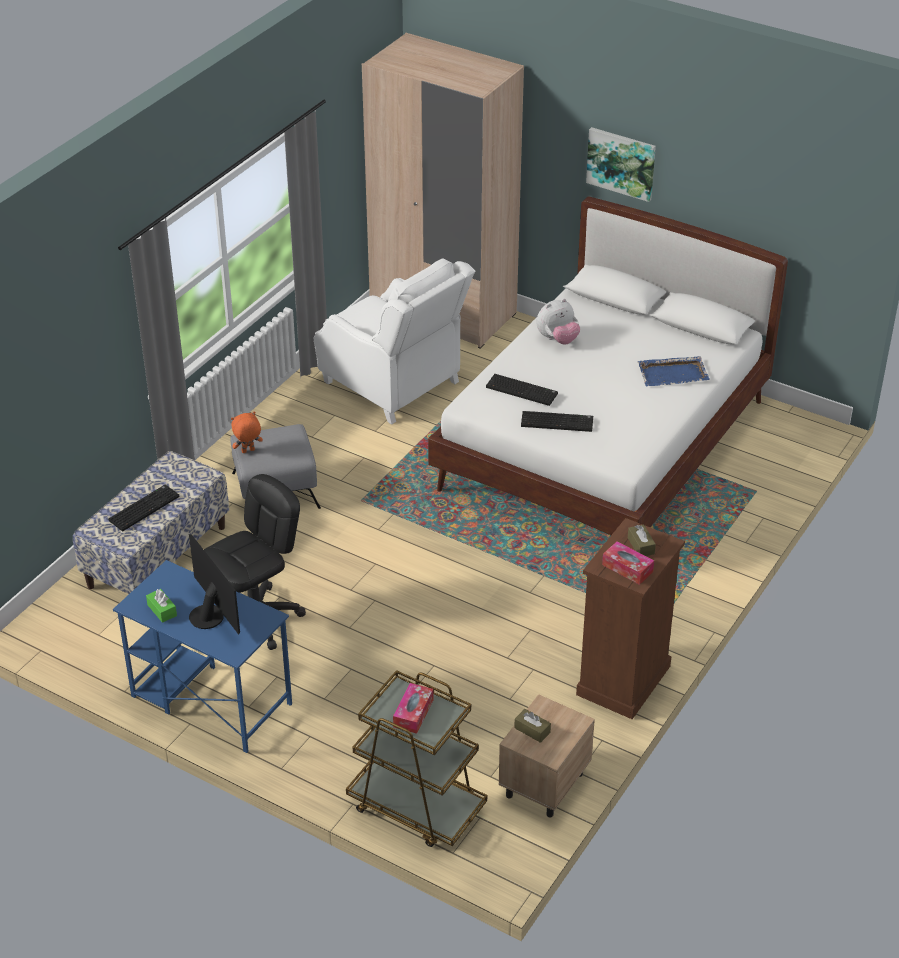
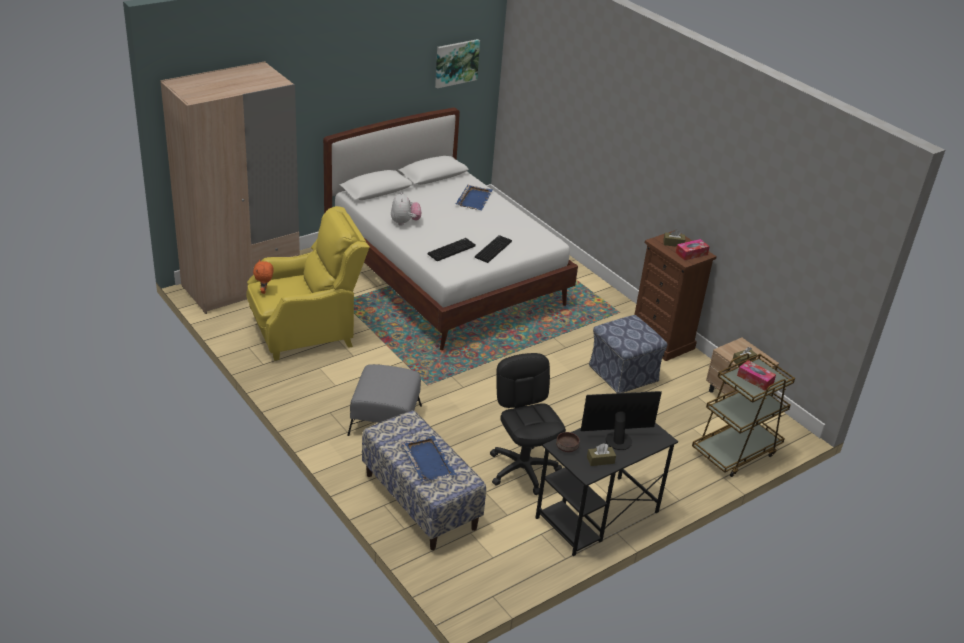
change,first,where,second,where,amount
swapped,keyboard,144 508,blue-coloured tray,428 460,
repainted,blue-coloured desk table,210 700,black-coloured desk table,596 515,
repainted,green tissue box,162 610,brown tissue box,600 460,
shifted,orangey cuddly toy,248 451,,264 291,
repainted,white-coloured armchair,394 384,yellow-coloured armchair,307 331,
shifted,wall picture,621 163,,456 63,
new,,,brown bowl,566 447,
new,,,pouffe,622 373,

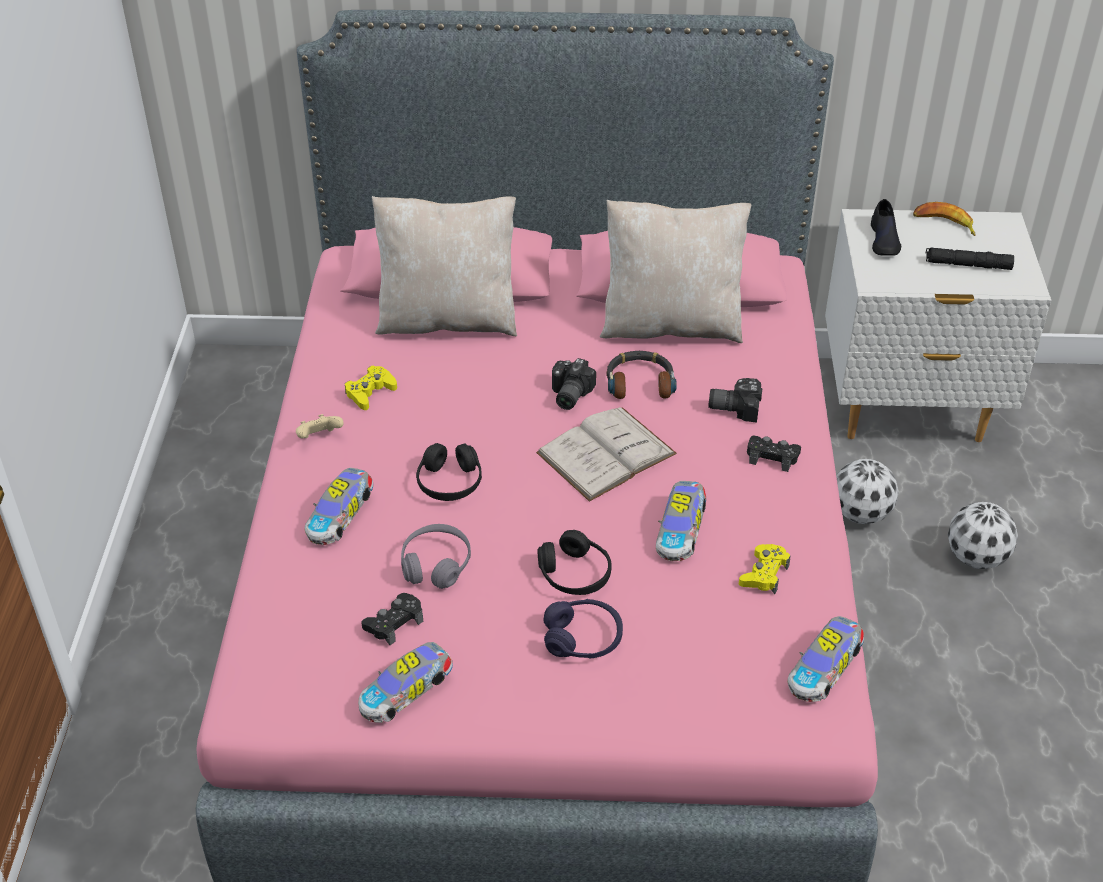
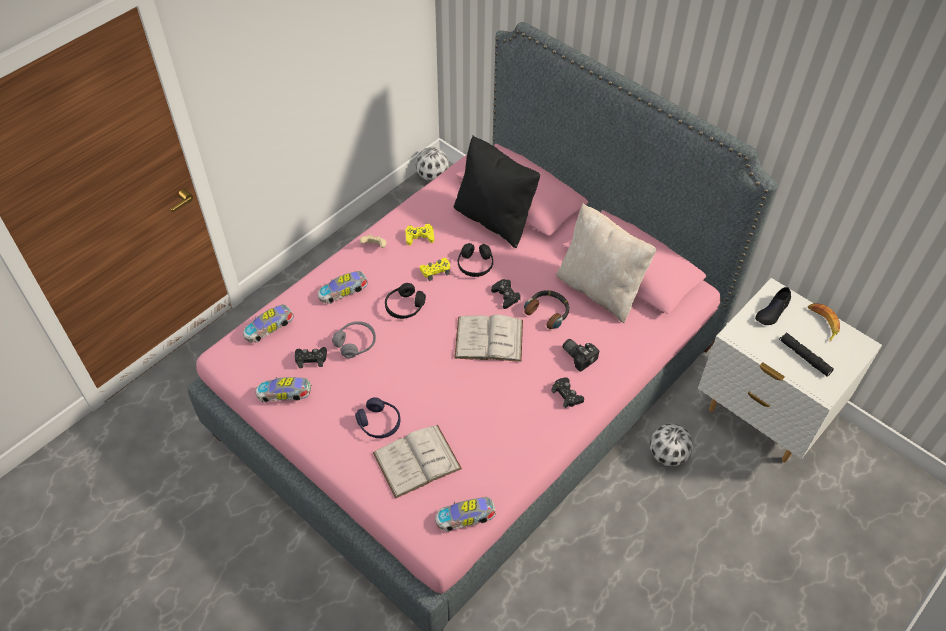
change,first,where,second,where,amount
repainted,beige cushion,448 319,black-coloured cushion,494 219,
shifted,black-coloured headphones,574 574,,475 265,
swapped,still camera,568 395,black-coloured game controller,506 296,
shifted,model car,680 530,,270 328,
shifted,yellow-coloured game controller,764 574,,435 271,
shifted,football,975 558,,432 176,
new,,,white-coloured book,417 461,

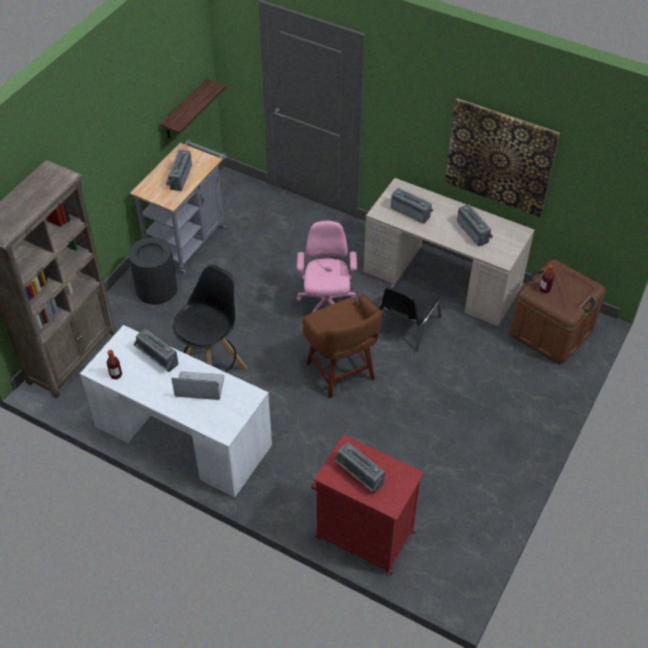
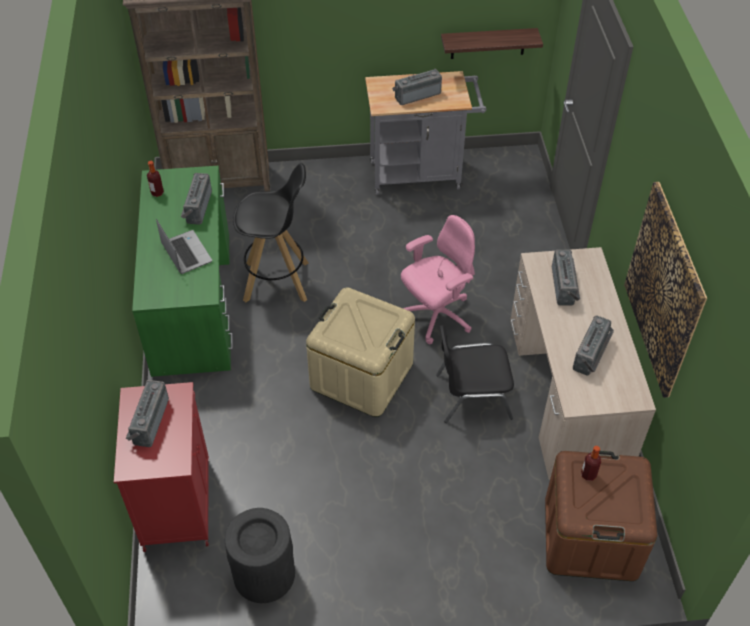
change,first,where,second,where,amount
repainted,white-coloured desk table,183 435,green desk table,193 300,
shifted,black-coloured rubbish bin,156 289,,264 574,
swapped,brown sitting stool,341 373,beige storage bin,361 375,

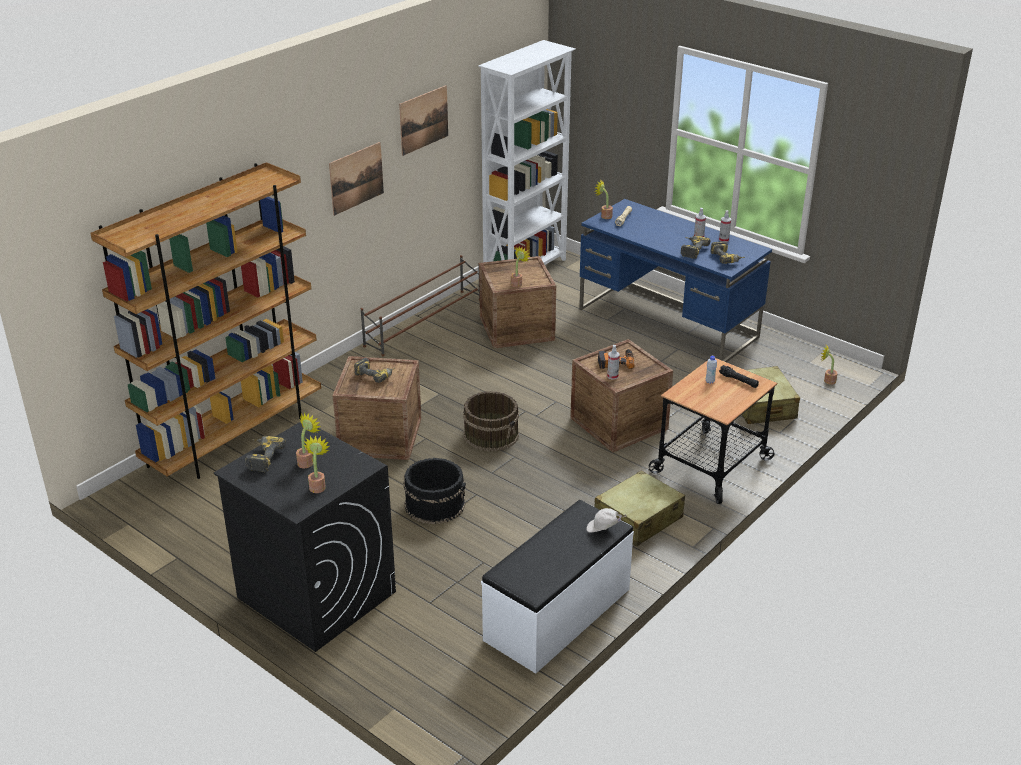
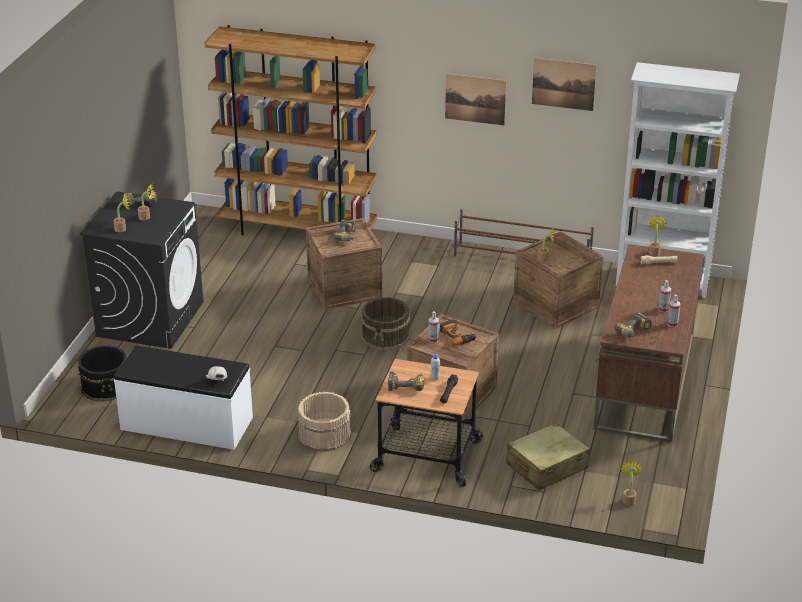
change,first,where,second,where,amount
shifted,black-coloured pail,435 504,,106 385,
repainted,blue-coloured desk table,668 323,brown desk table,644 383,
swapped,beige piece of luggage,637 519,beige pail,323 434,
shifted,power drill,691 250,,407 385,

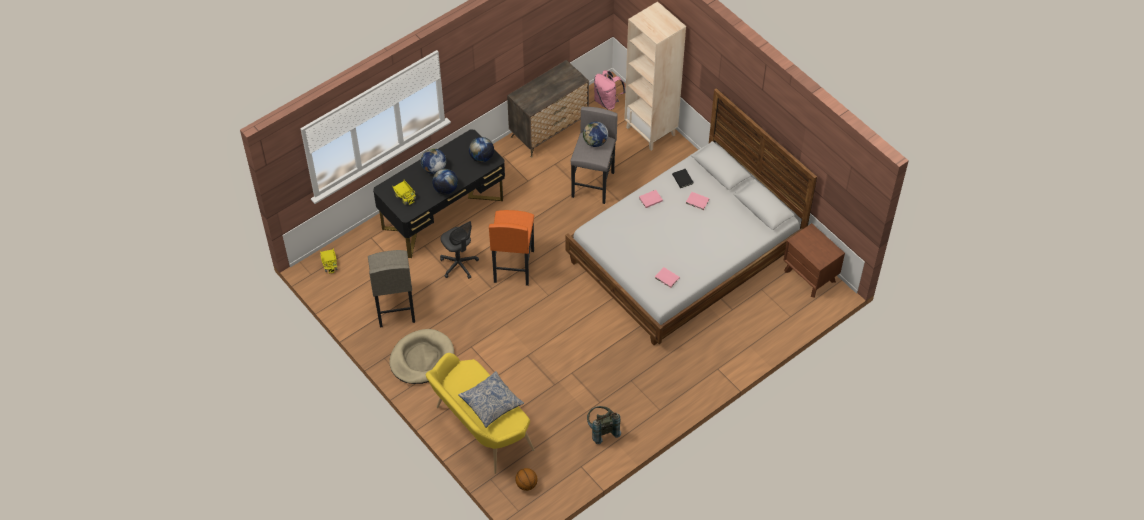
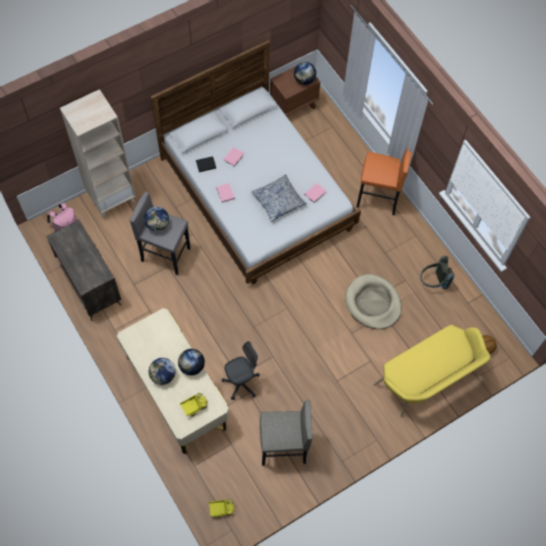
change,first,where,second,where,amount
repainted,black-coloured desk table,443 214,beige desk table,176 393,
shifted,beige pet bed,422 358,,373 303,
shifted,cushion,491 402,,278 201,
shifted,desk globe,482 157,,304 80,
shifted,orangey sitting stool,513 266,,378 198,

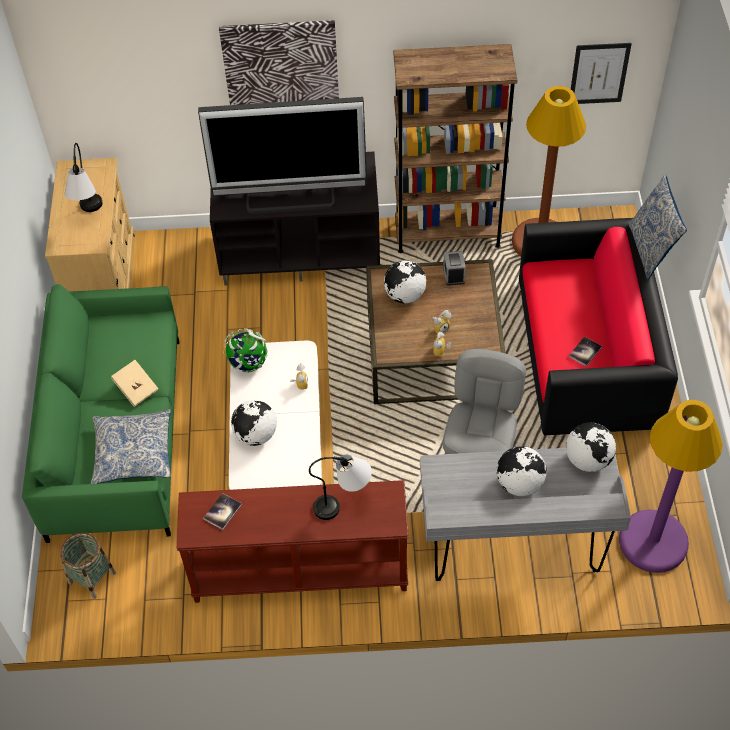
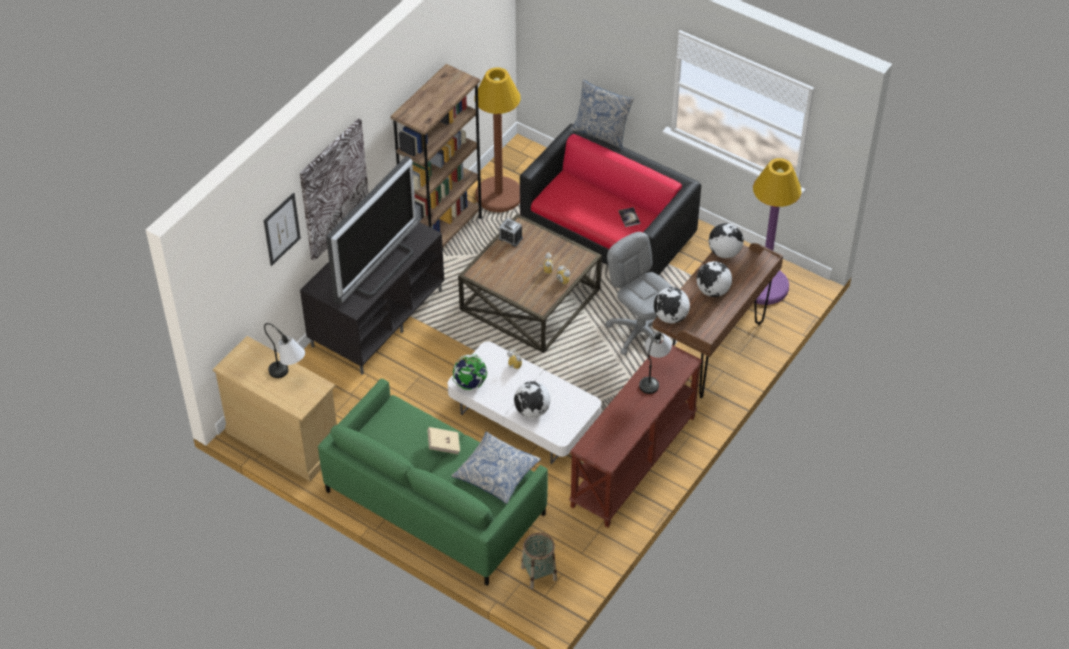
change,first,where,second,where,amount
gone,book,222 512,,,
shifted,desk globe,404 295,,670 317,
repainted,greyish desk table,513 549,brown desk table,712 351,
shifted,wall picture,599 73,,281 229,

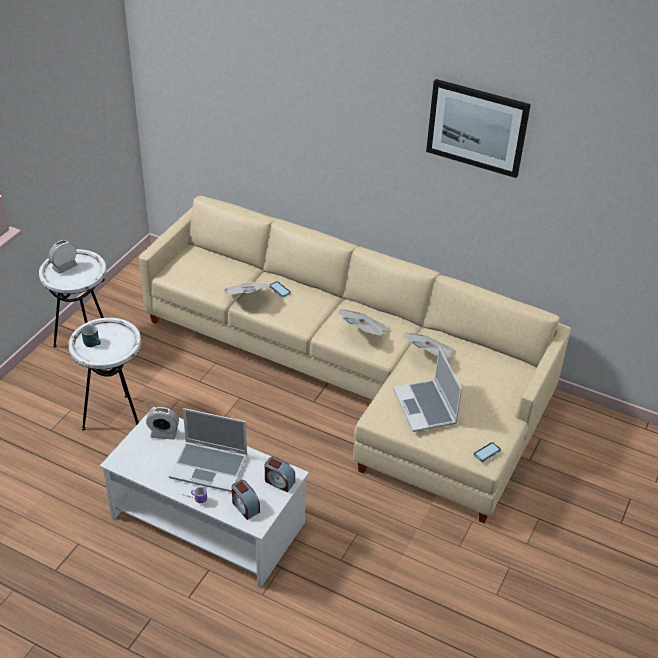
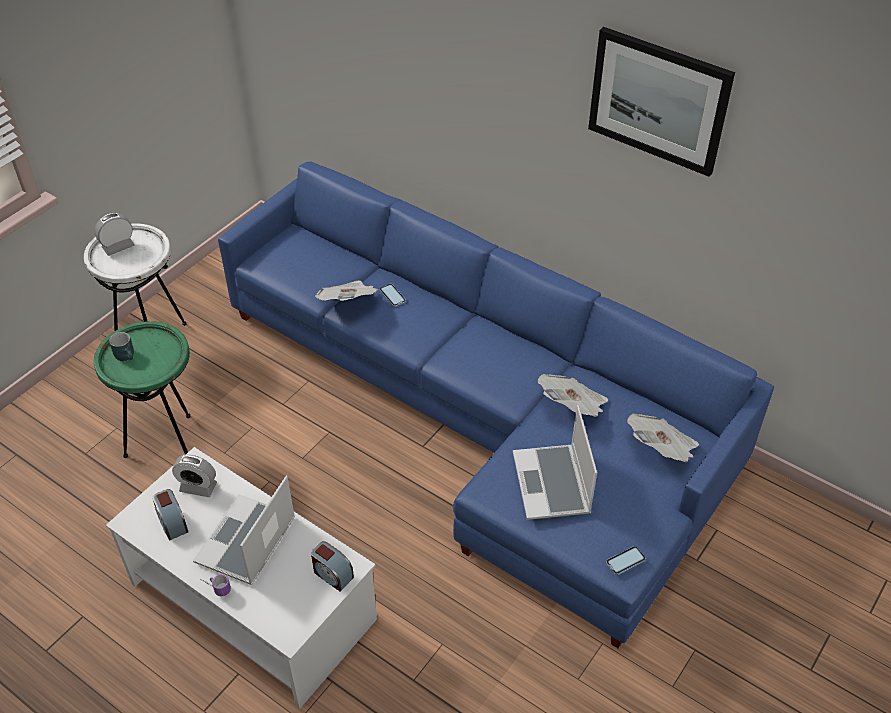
change,first,where,second,where,amount
repainted,white-coloured accent table,117 420,green accent table,169 448,
repainted,beige settee,359 376,blue-coloured settee,488 415,
rotated,laptop,210 467,,246 542,90 degrees clockwise
shifted,table clock,245 507,,172 523,
shifted,printed paper,364 333,,661 449,

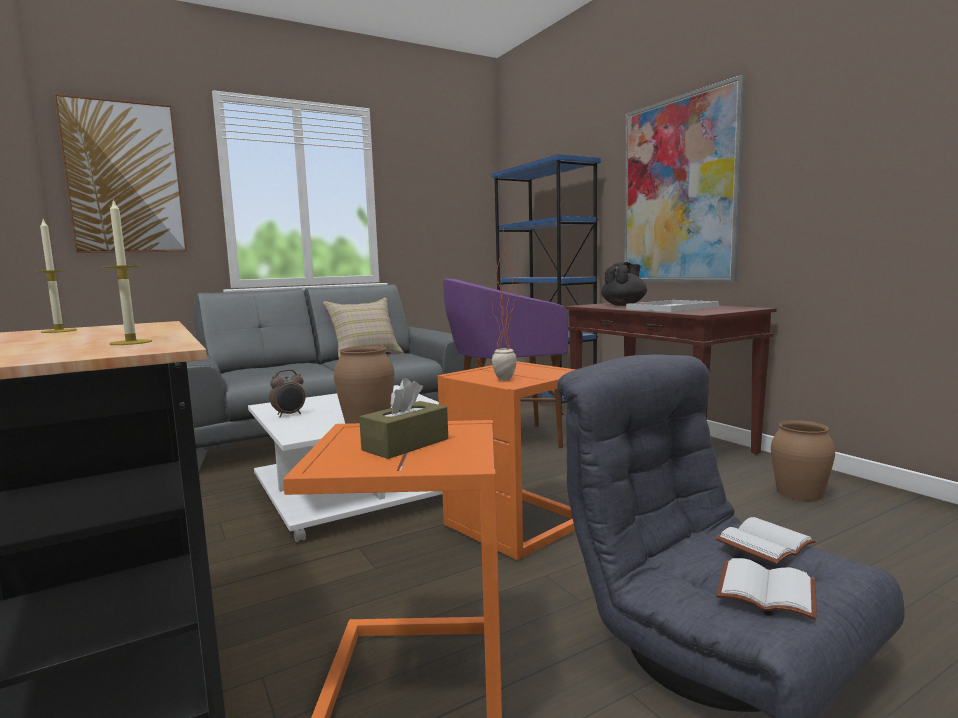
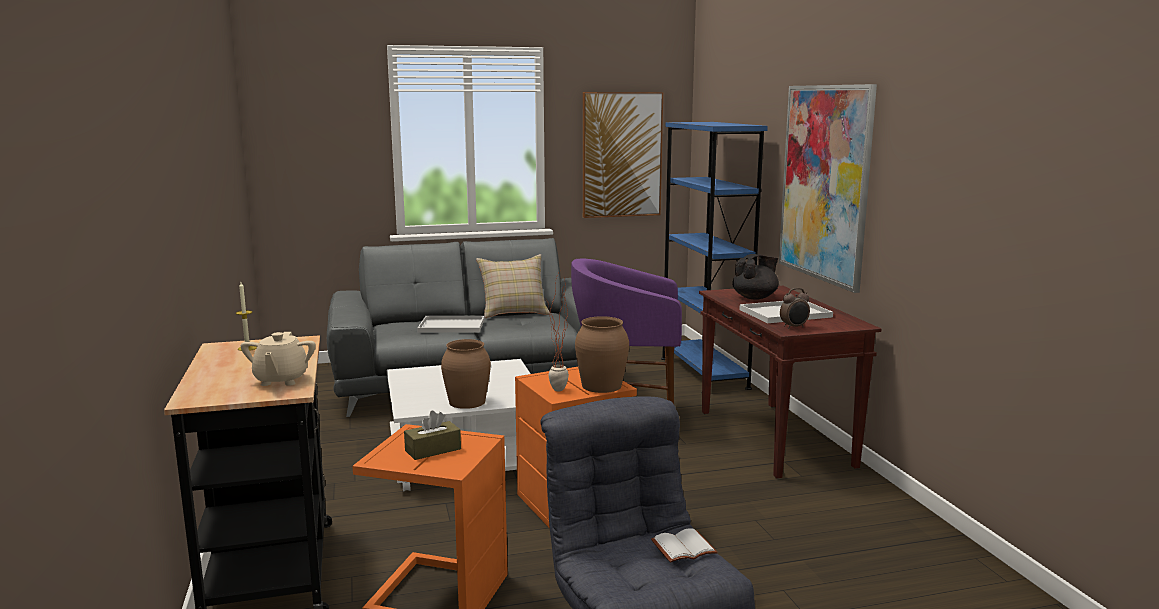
change,first,where,second,where,amount
shifted,wall picture,124 178,,621 155,
swapped,wax light,131 342,beige teapot,281 380,
shifted,table clock,289 415,,794 327,
gone,white-coloured book,764 592,,,
shifted,brown decorative vase,800 492,,602 386,
new,,,white-coloured tray,453 326,

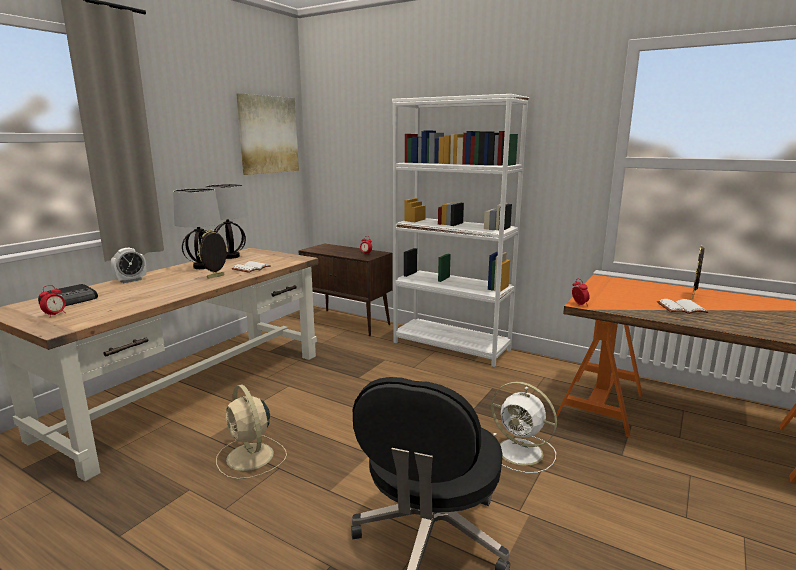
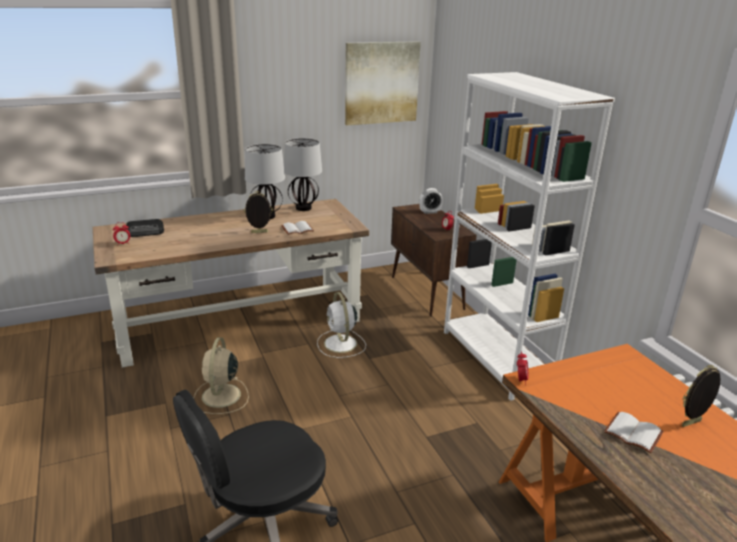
change,first,where,second,where,amount
shifted,table clock,131 280,,430 212,
shifted,white-coloured cooling fan,522 452,,341 344,

